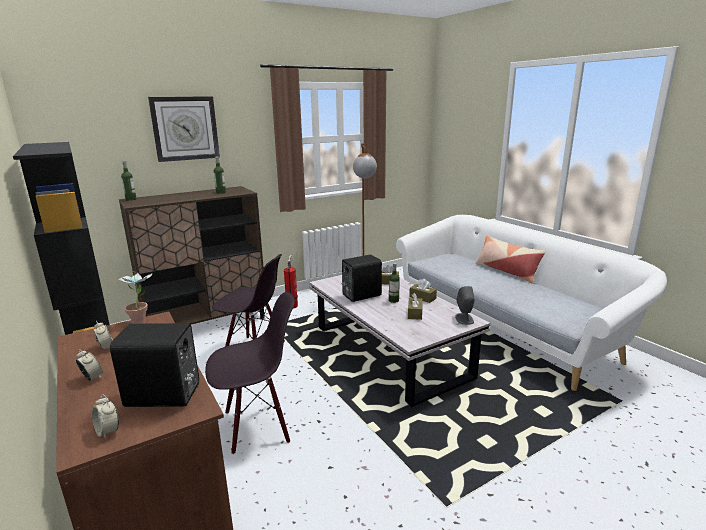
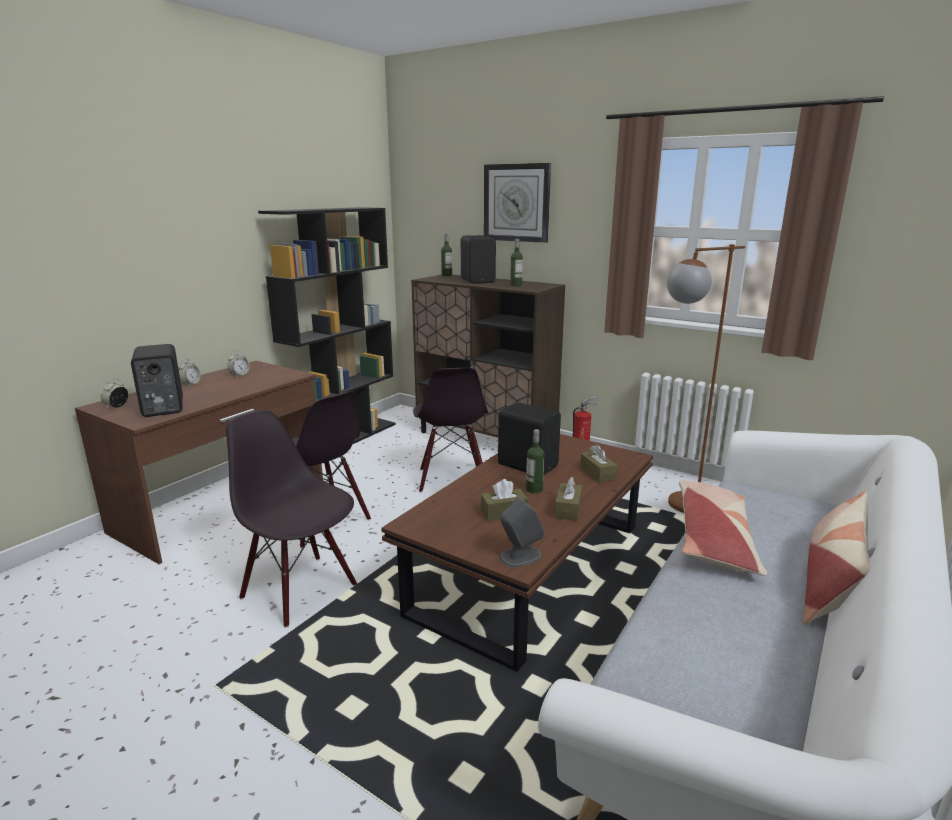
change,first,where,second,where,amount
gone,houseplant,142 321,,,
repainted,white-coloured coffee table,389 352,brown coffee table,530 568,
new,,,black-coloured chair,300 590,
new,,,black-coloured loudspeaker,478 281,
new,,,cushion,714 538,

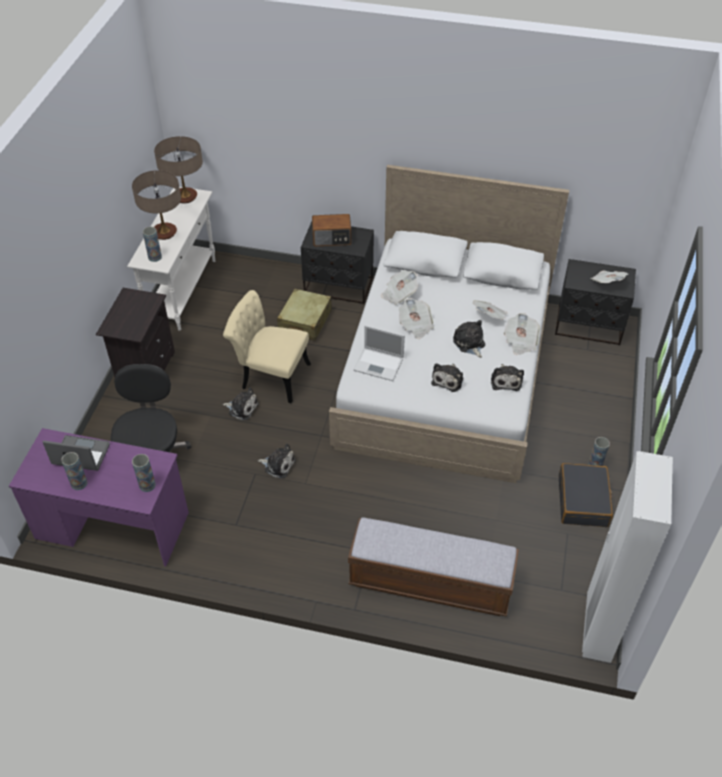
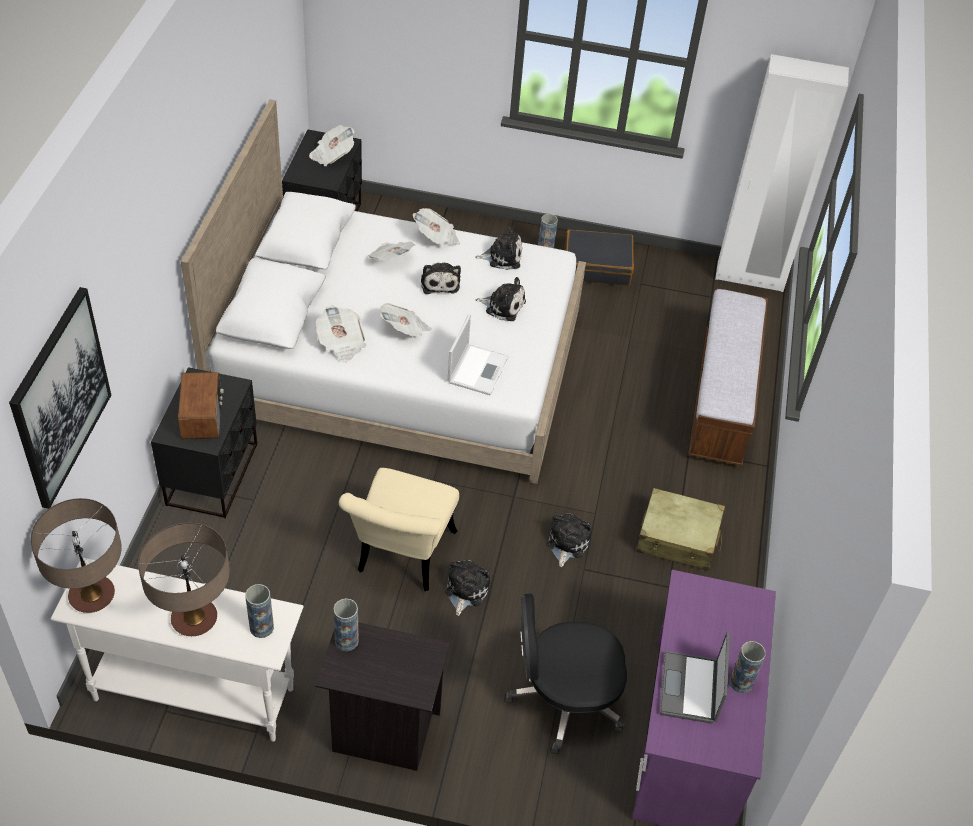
change,first,where,second,where,amount
shifted,decorative vase,147 485,,346 641,
shifted,beige piece of luggage,305 321,,678 538,
rotated,cuddly toy,469 343,,439 282,75 degrees counterclockwise
new,,,wall picture,60 397,

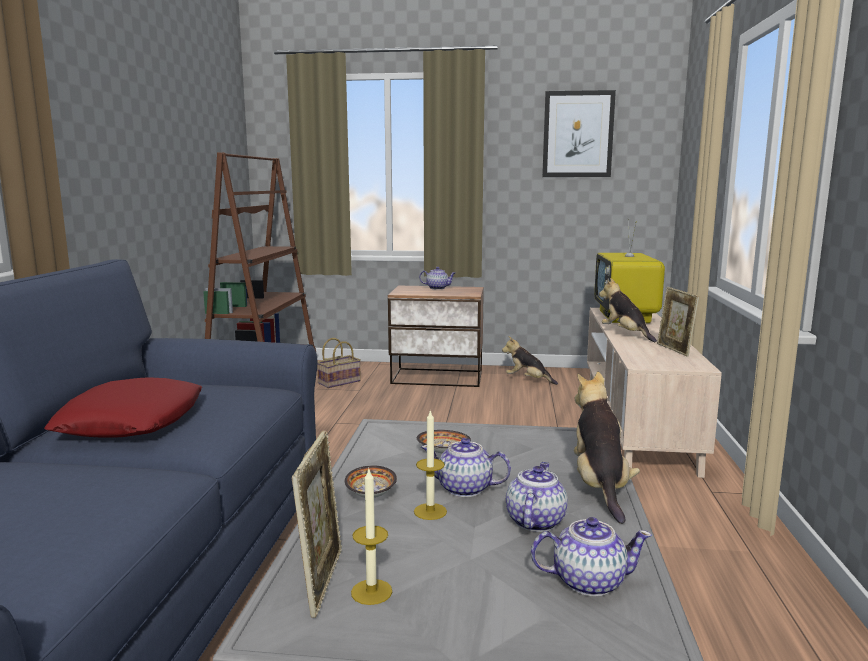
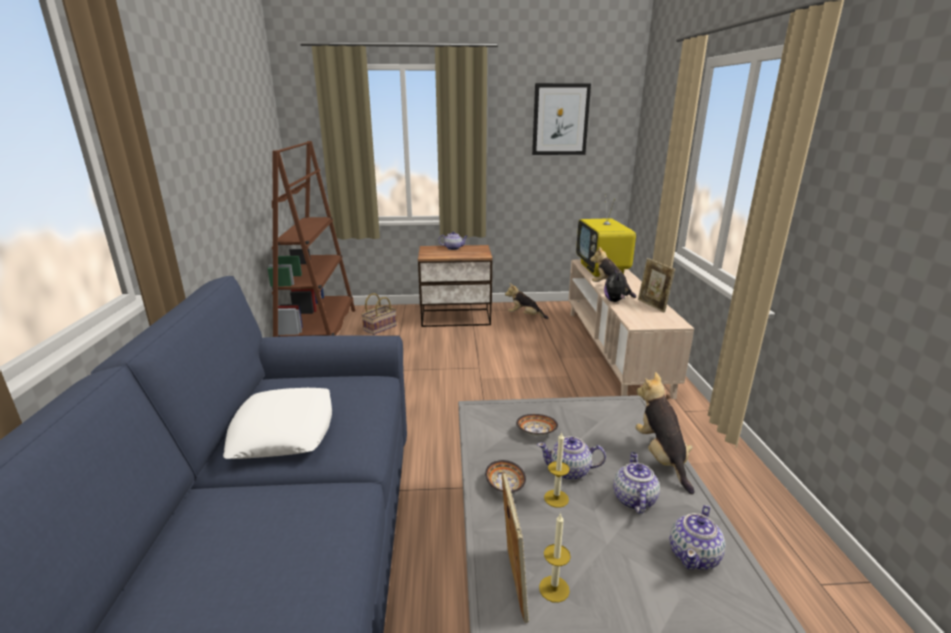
change,first,where,second,where,amount
repainted,red cushion,131 421,white-coloured cushion,283 431,
rotated,teapot,587 581,,694 555,135 degrees clockwise
new,,,cuddly toy,615 301,

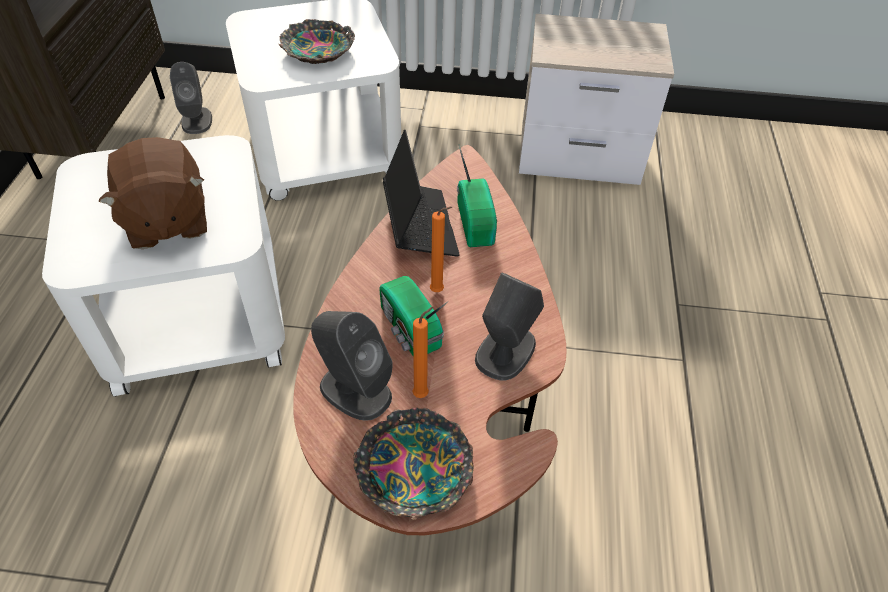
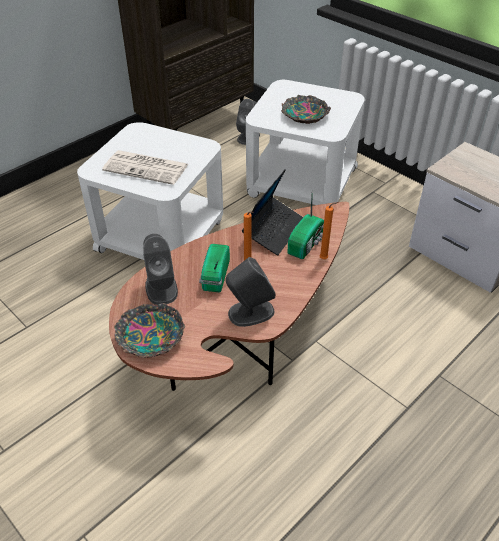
change,first,where,second,where,amount
swapped,brown cuddly toy,166 221,printed paper,147 168,
shifted,orangey wax light,423 393,,325 259,

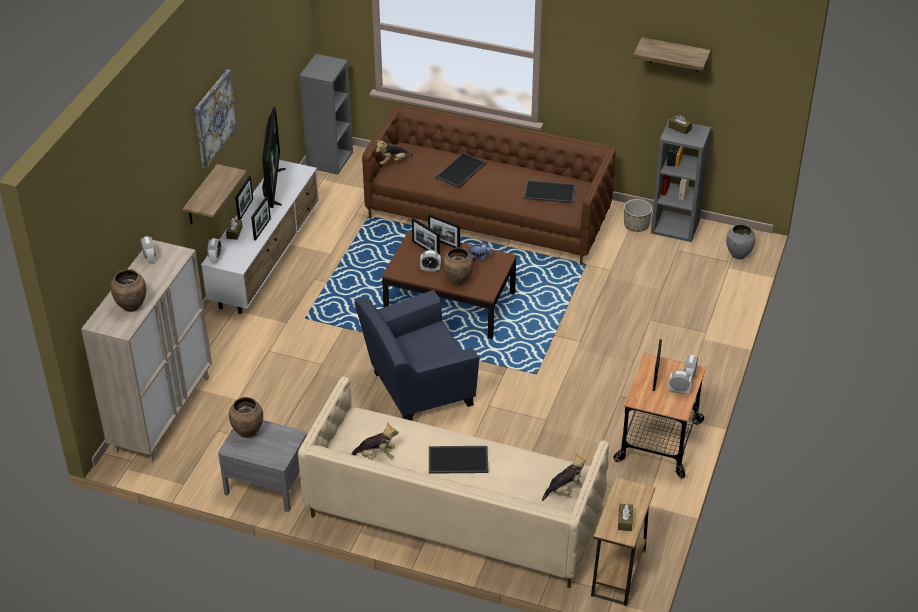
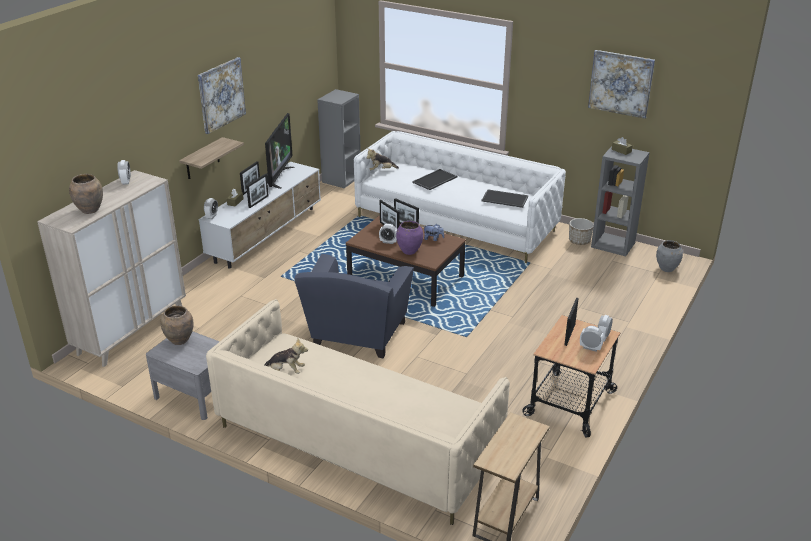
change,first,where,second,where,amount
rotated,blue-coloured armchair,416 389,,356 336,60 degrees counterclockwise
repainted,brown settee,488 216,white-coloured settee,456 224,
gone,tray,458 459,,,
repainted,brown decorative vase,457 280,purplish decorative vase,409 251,
gone,cuddly toy,565 490,,,
gone,brown tissue box,625 521,,,
swapped,bracket shelf,674 55,wall picture,621 83,

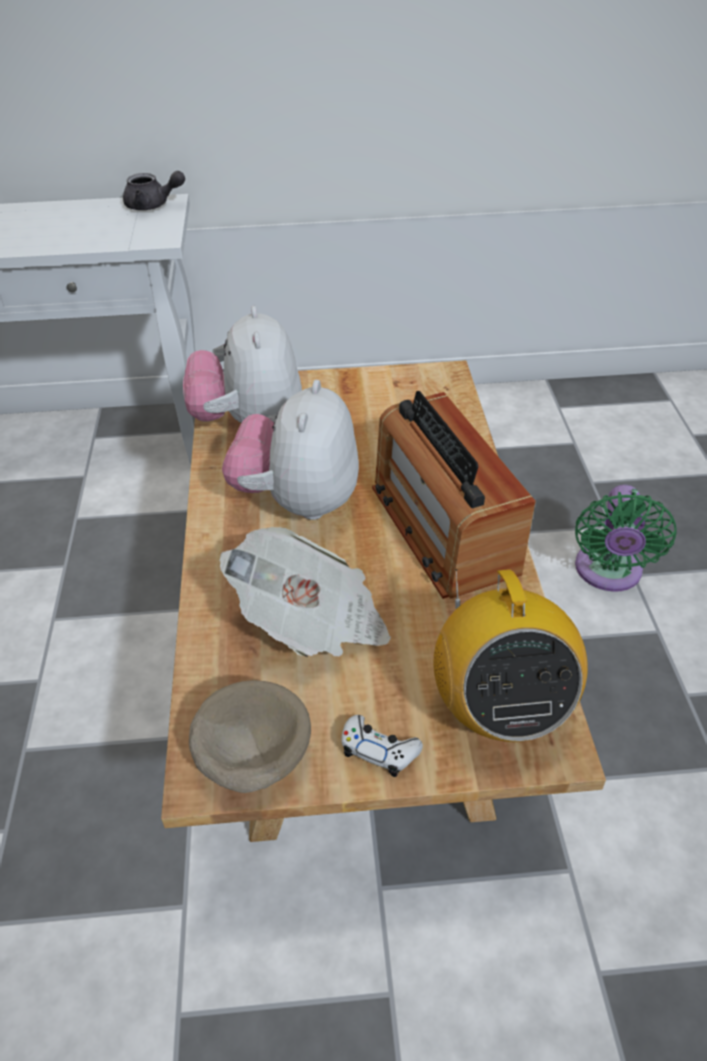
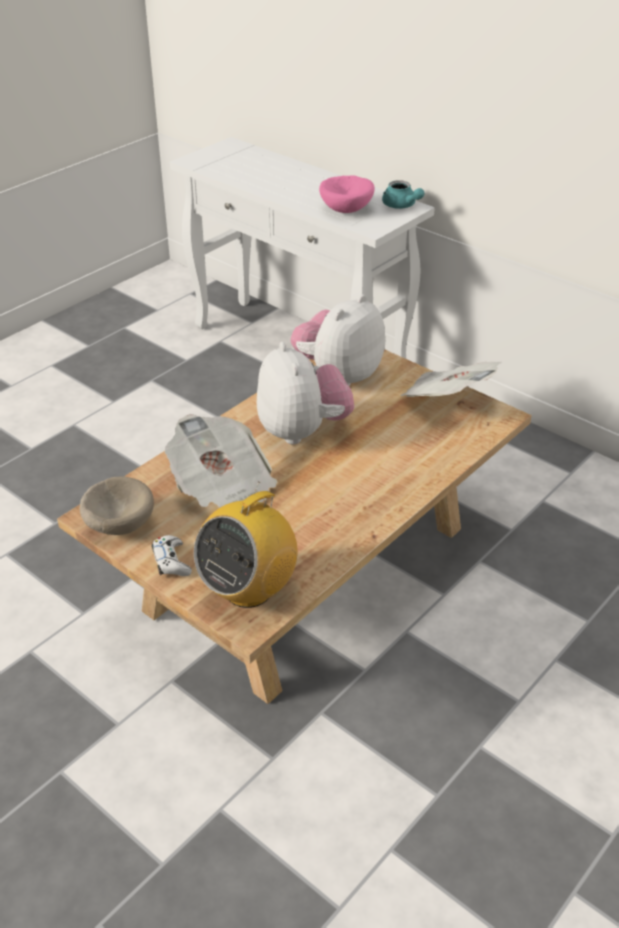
change,first,where,second,where,amount
repainted,greyish teapot,153 205,blue-green teapot,401 206,
rotated,cuddly toy,298 501,,302 431,105 degrees clockwise
gone,radio set,443 528,,,
gone,green cooling fan,608 573,,,
new,,,pink-coloured bowl,347 209,
new,,,printed paper,447 400,

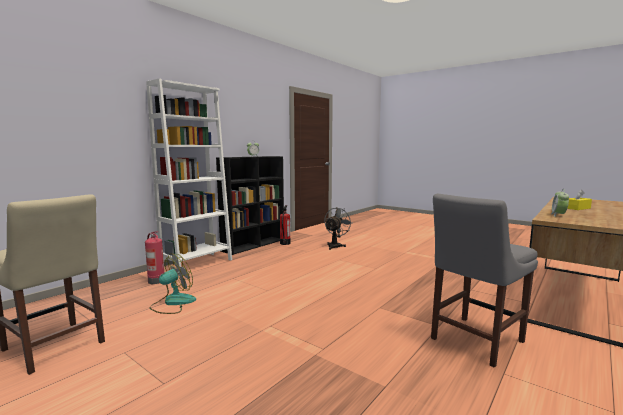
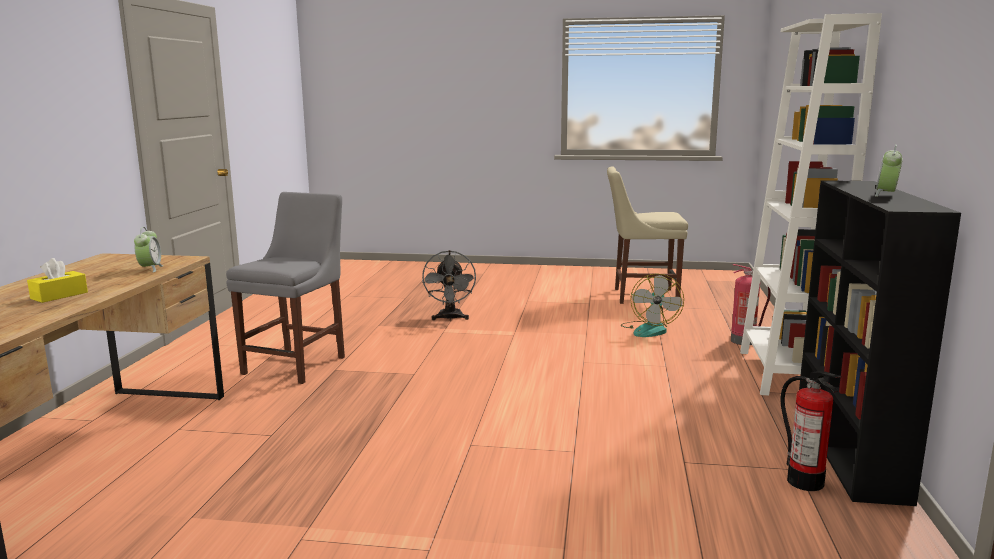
change,first,where,second,where,amount
shifted,greyish cooling fan,335 246,,450 318,

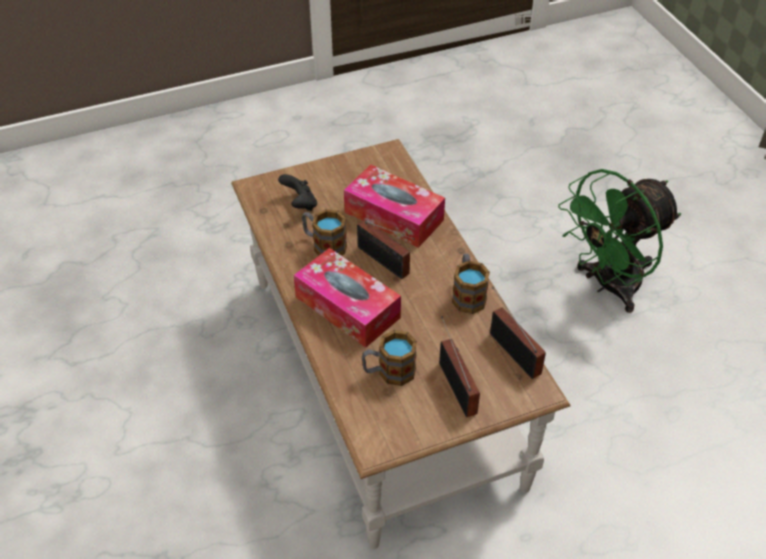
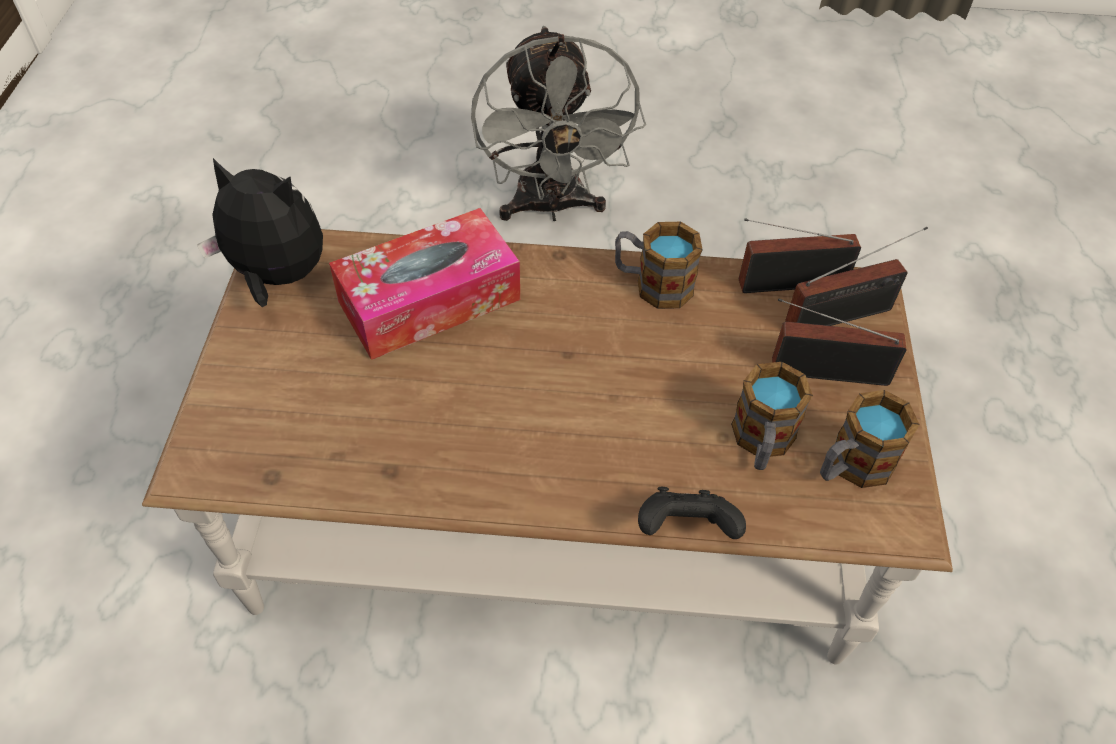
change,first,where,second,where,amount
shifted,black-coloured game controller,300 204,,685 529,
gone,tissue box,347 307,,,
shifted,coffee mug,324 245,,851 466,
shifted,radio set,385 263,,844 315,
repainted,green cooling fan,608 286,greyish cooling fan,551 207,
new,,,cuddly toy,276 277,

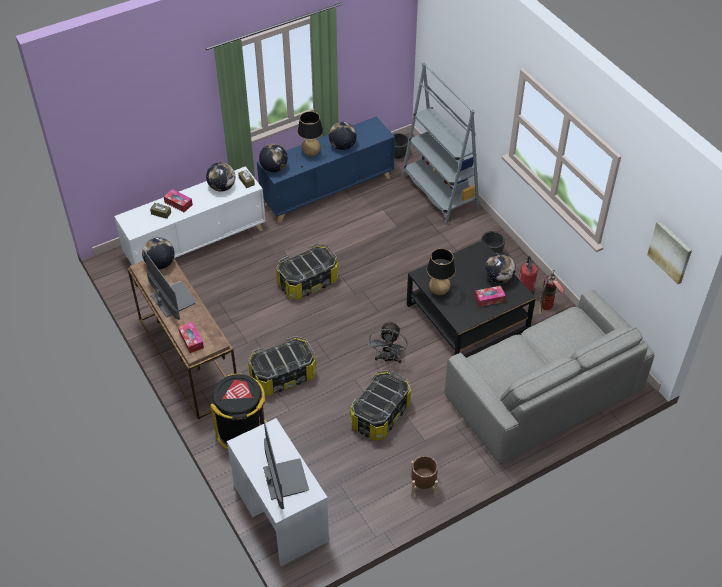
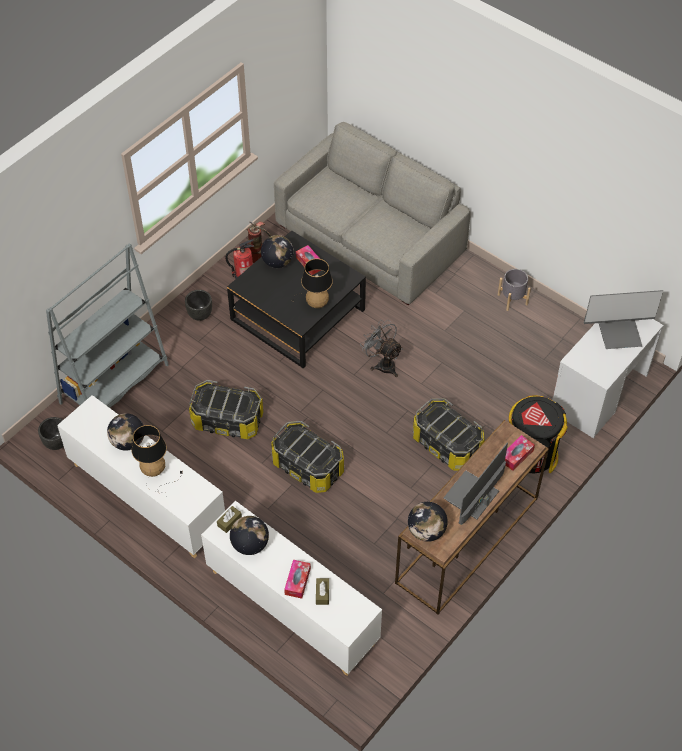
change,first,where,second,where,amount
repainted,blue-coloured cabinet,328 190,white-coloured cabinet,147 497,
gone,desk globe,274 168,,,
rotated,computer display,284 479,,619 333,150 degrees counterclockwise
shifted,storage bin,380 415,,227 421,
rotated,greyish cooling fan,388 359,,383 363,120 degrees counterclockwise
repainted,brown flower pot,423 486,greyish flower pot,512 299,
gone,wall picture,670 251,,,

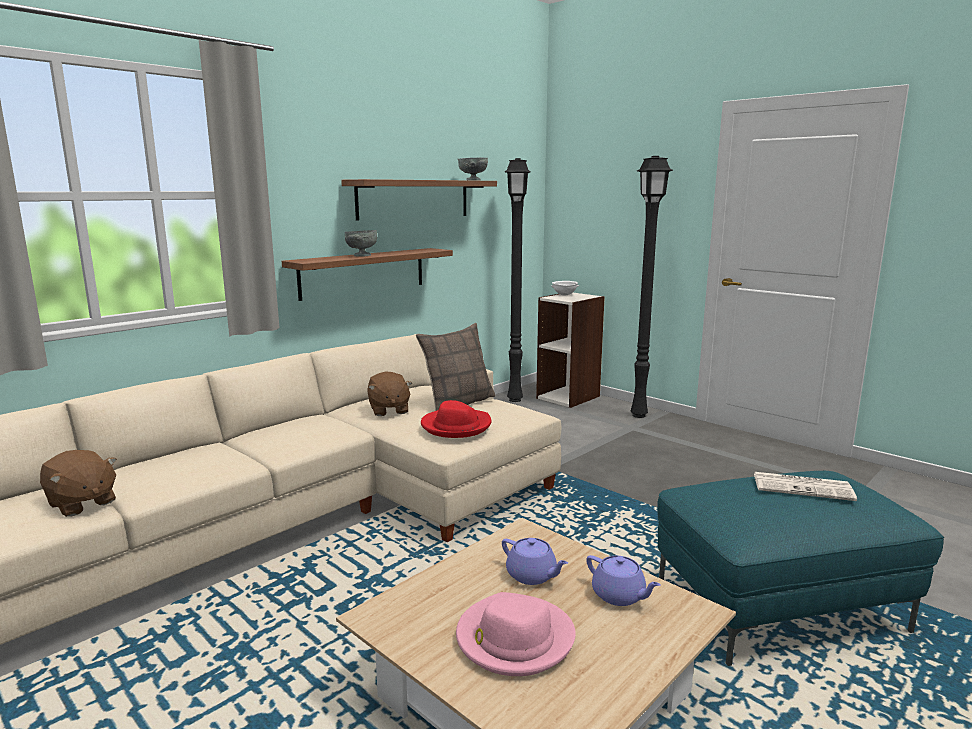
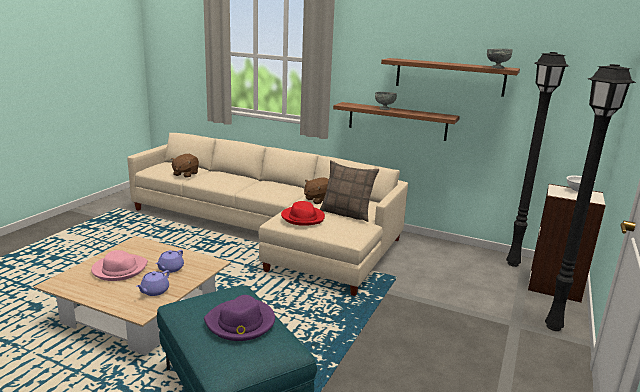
change,first,where,second,where,amount
swapped,printed paper,803 487,purplish hat,240 323,

